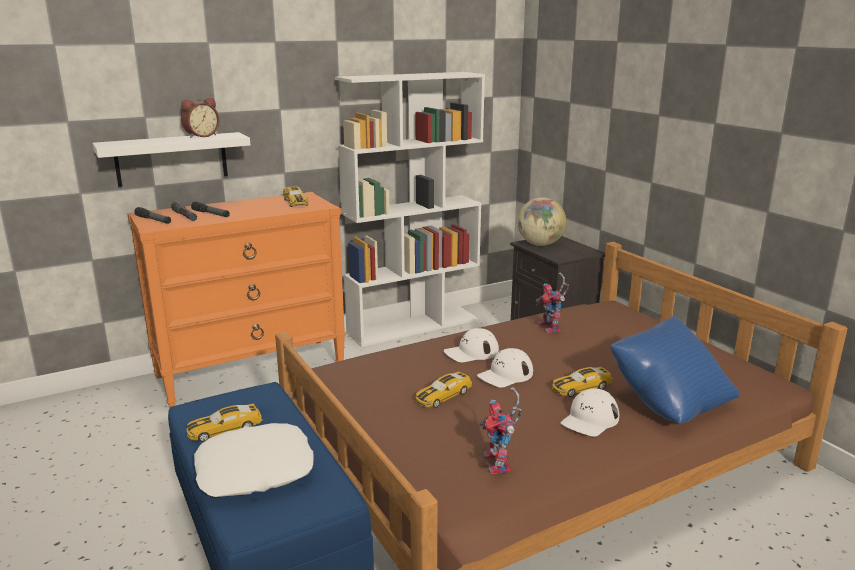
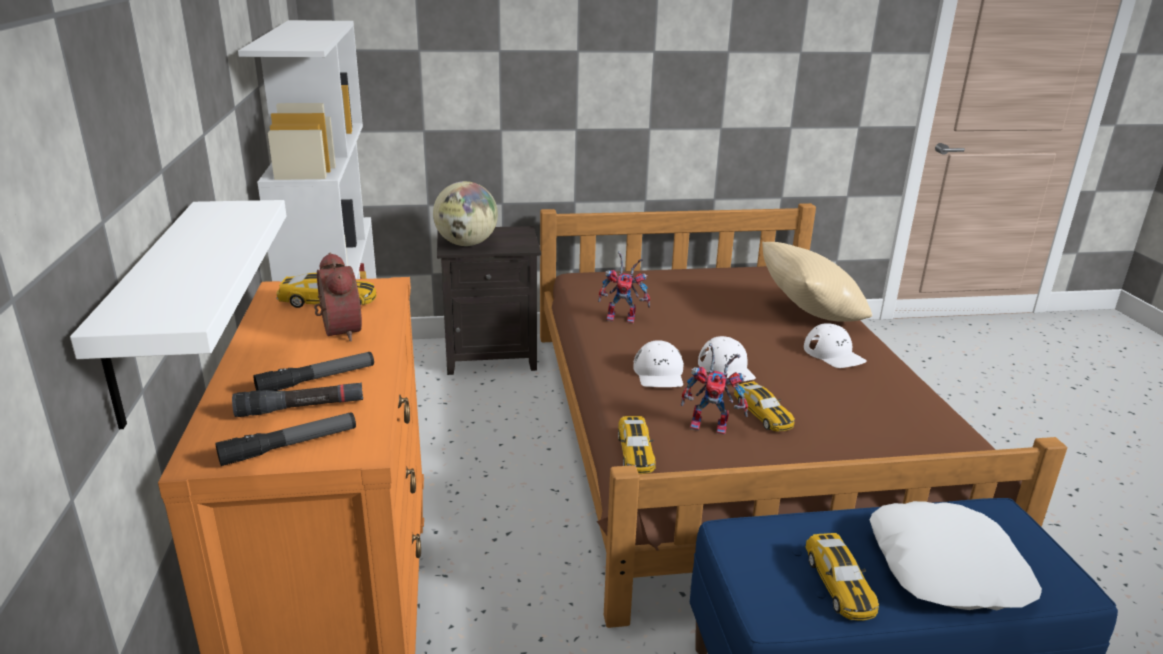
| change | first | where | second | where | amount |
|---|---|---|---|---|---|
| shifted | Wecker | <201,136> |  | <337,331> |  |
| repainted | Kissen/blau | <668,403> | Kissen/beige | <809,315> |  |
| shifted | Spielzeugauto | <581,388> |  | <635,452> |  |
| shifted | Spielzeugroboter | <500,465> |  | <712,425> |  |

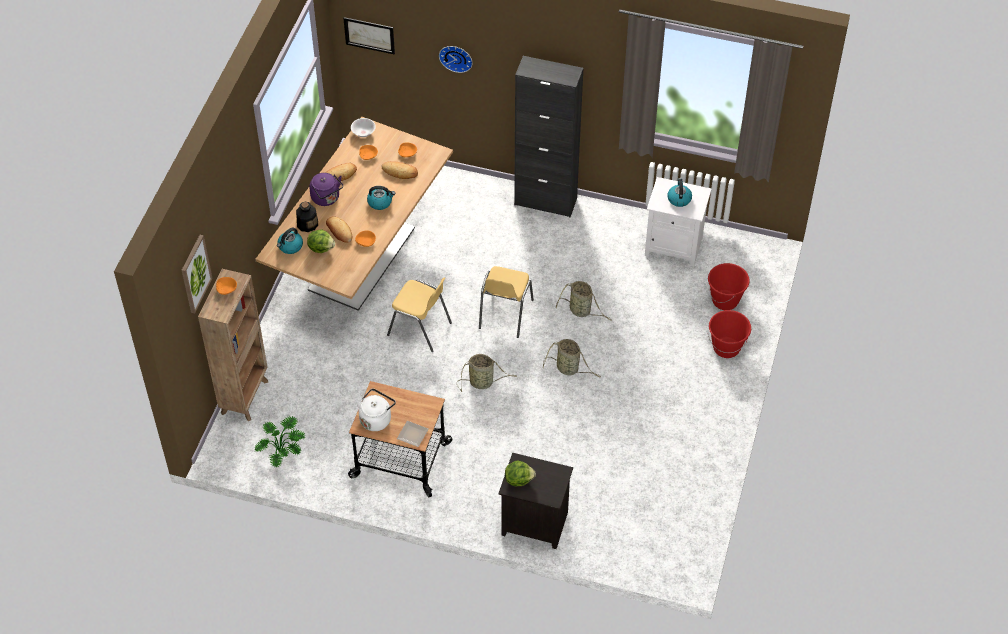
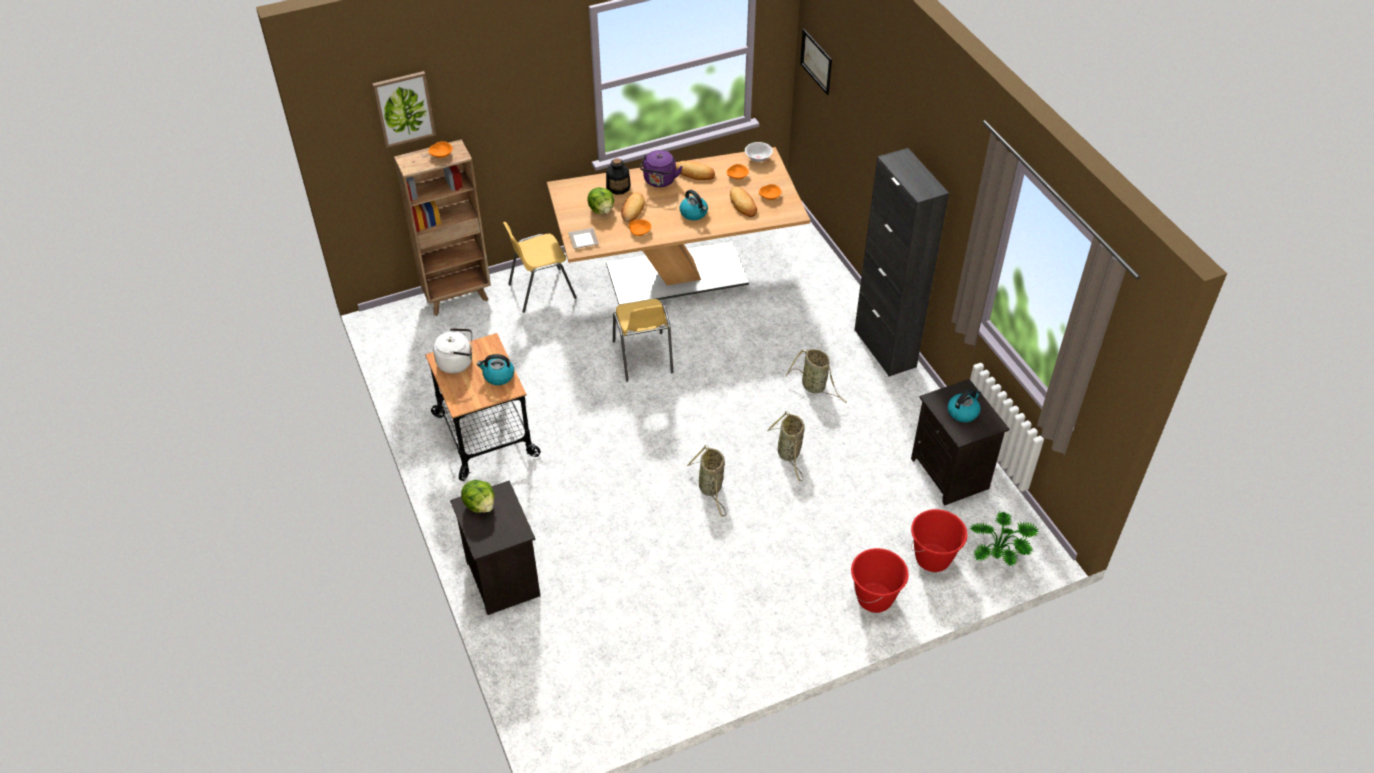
| change | first | where | second | where | amount |
|---|---|---|---|---|---|
| gone | Wanduhr | <456,57> |  |  |  |
| repainted | Nachttisch/weiß | <674,245> | Nachttisch/schwarz | <951,474> |  |
| shifted | Wasserkessel | <290,246> |  | <498,376> |  |
| shifted | Stuhl/gelb | <505,314> |  | <541,290> |  |
| shifted | Korb | <483,382> |  | <815,387> |  |
| shifted | Topfpflanze | <283,452> |  | <999,555> |  |
| shifted | Teller | <413,434> |  | <584,240> |  |

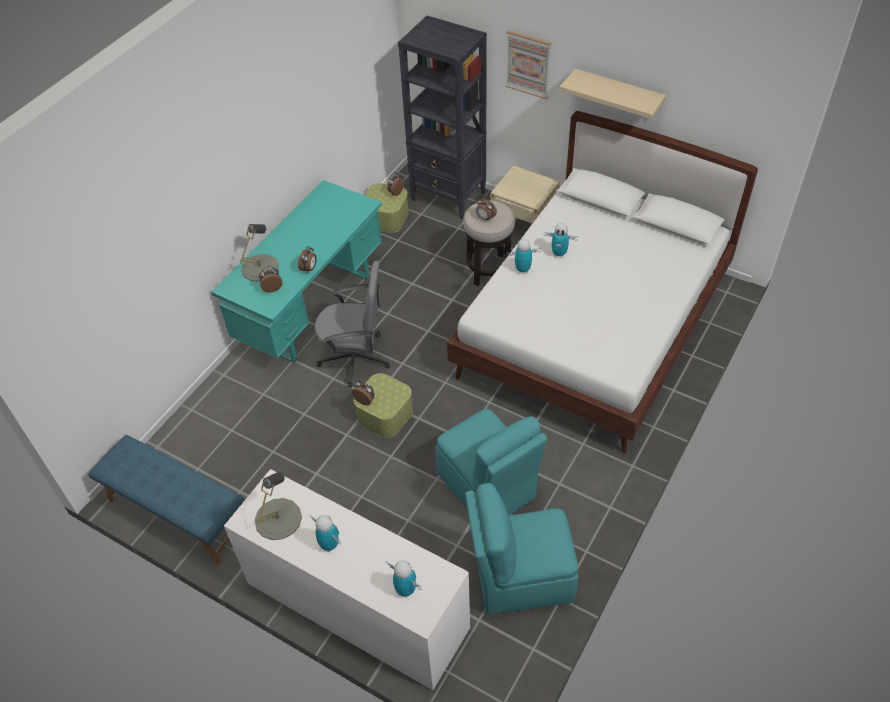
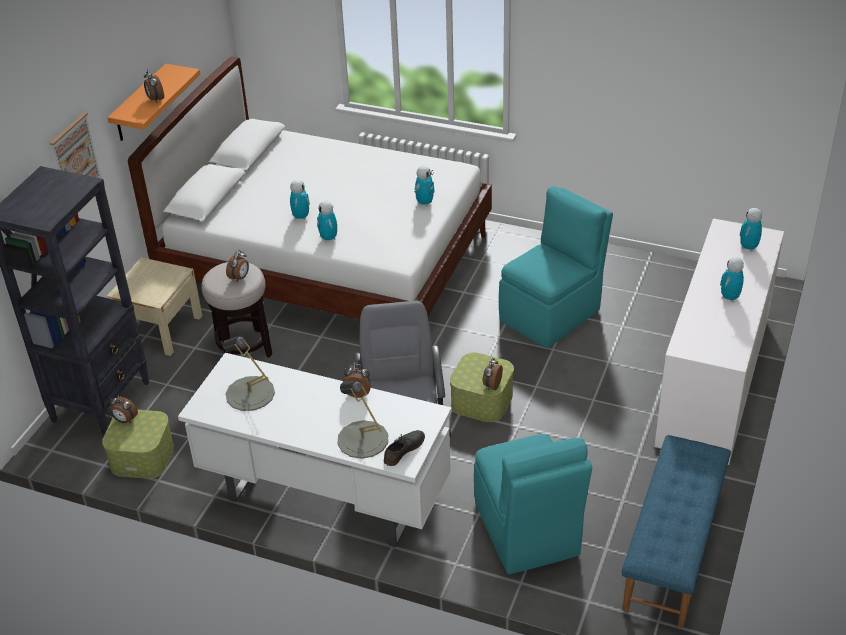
| change | first | where | second | where | amount |
|---|---|---|---|---|---|
| repainted | Wandregal/beige | <618,94> | Wandregal/orange | <140,104> |  |
| repainted | Schreibtisch/türkis | <312,308> | Schreibtisch/weiß | <324,499> |  |
| shifted | Wecker | <272,288> |  | <155,99> |  |
| shifted | Tischlampe/grau | <278,519> |  | <250,393> |  |
| shifted | Stuhl/türkis | <520,578> |  | <527,531> |  |
| new |  |  | Spielzeugroboter | <424,203> |  |
| new |  |  | Schuh/grau | <404,449> |  |

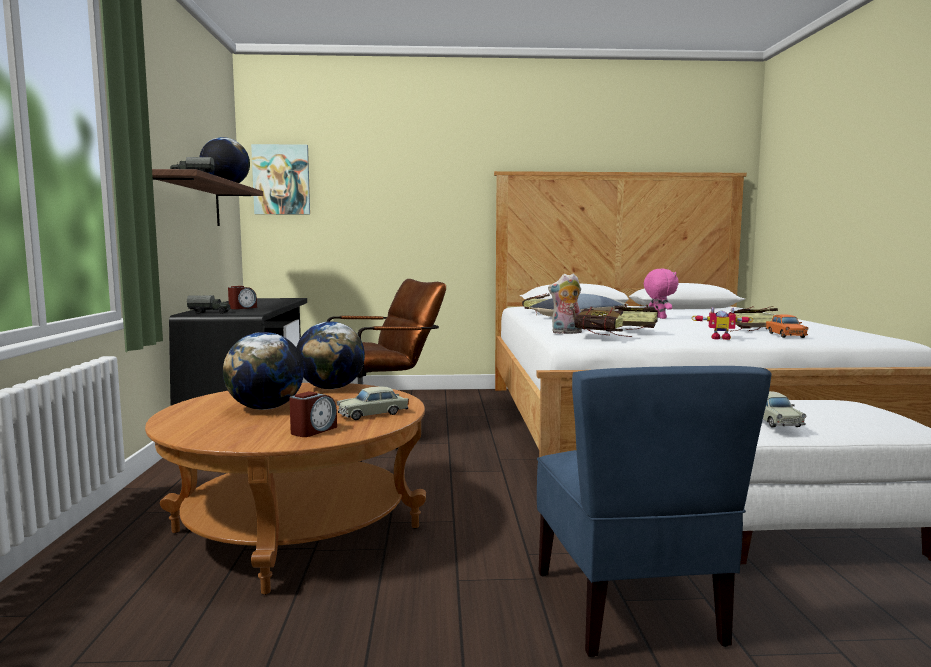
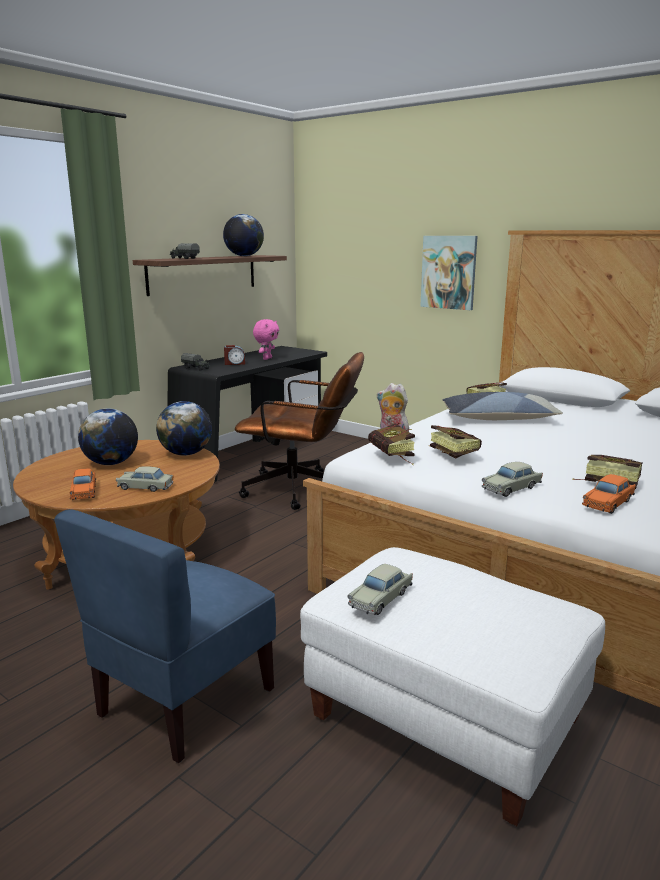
| change | first | where | second | where | amount |
|---|---|---|---|---|---|
| shifted | Bild | <281,180> |  | <449,272> |  |
| shifted | Plüschtier/rosa | <659,318> |  | <266,358> |  |
| swapped | Spielzeugroboter | <720,338> | Spielzeugauto/beige | <511,488> |  |
| swapped | Wecker | <313,431> | Spielzeugauto/orange | <84,492> |  |

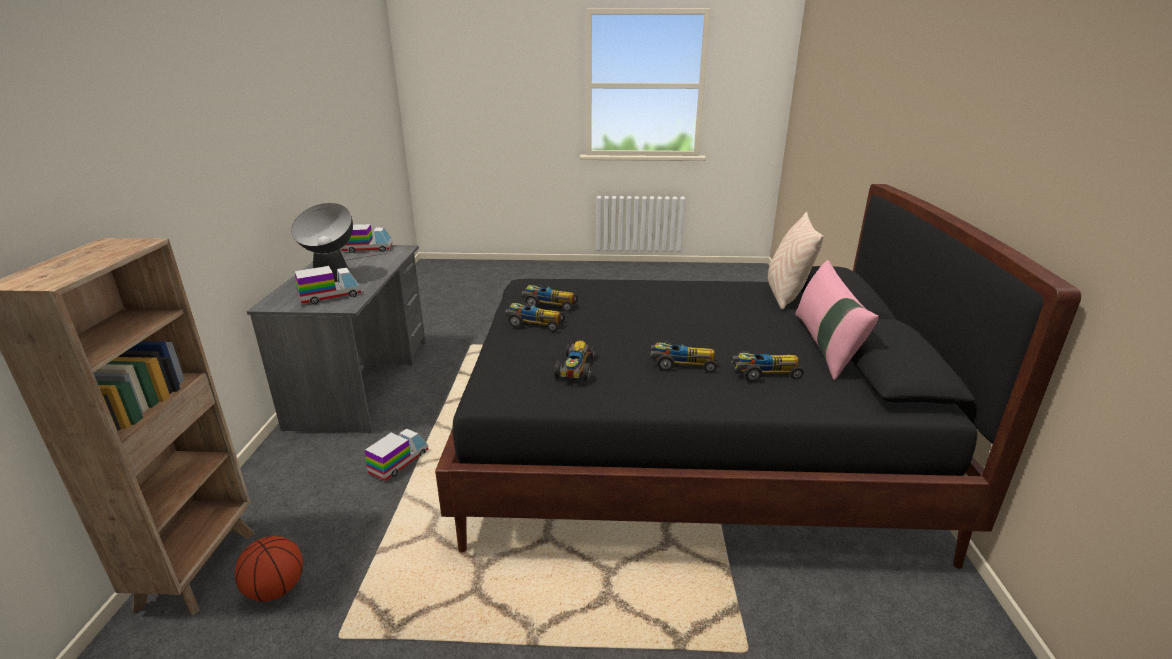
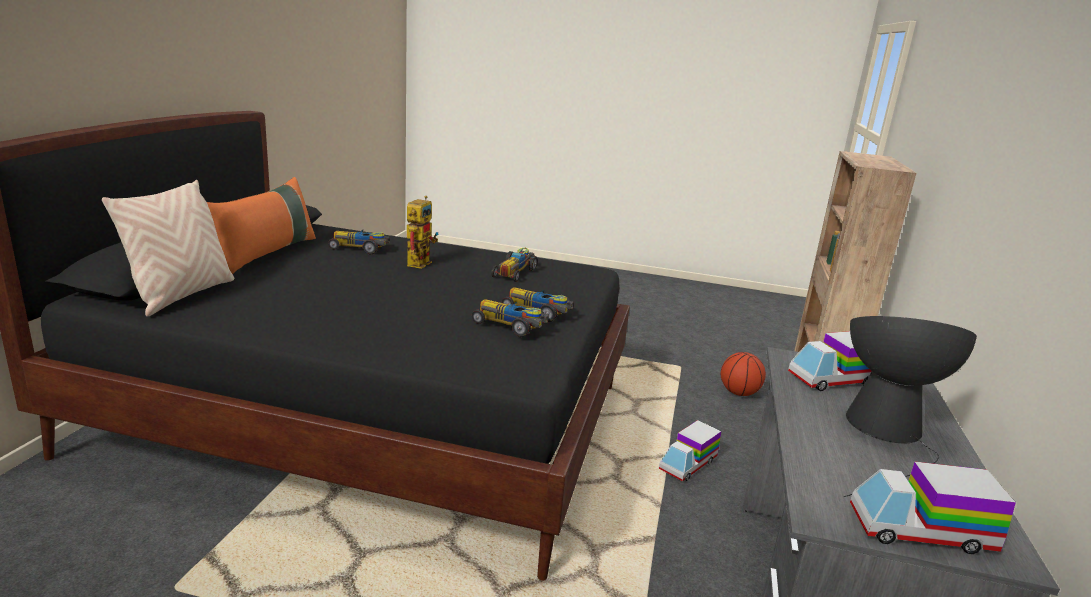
| change | first | where | second | where | amount |
|---|---|---|---|---|---|
| repainted | Kissen/rosa | <825,346> | Kissen/orange | <267,253> |  |
| swapped | Spielzeugauto | <681,364> | Spielzeugroboter | <419,262> |  |

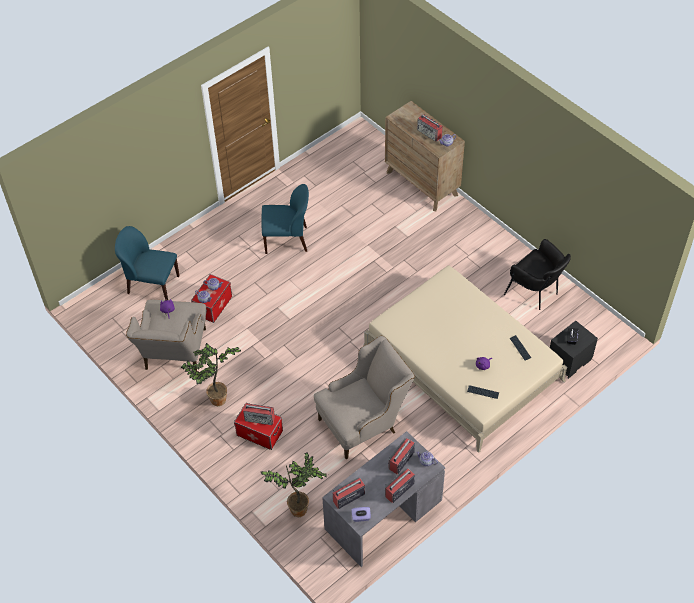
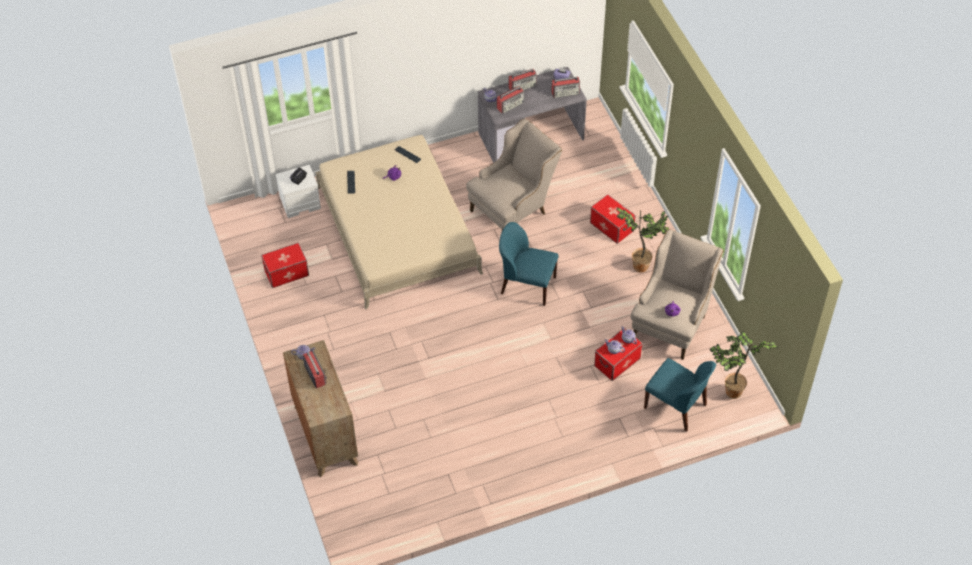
| change | first | where | second | where | amount |
|---|---|---|---|---|---|
| shifted | Stuhl/blau | <287,240> |  | <527,285> |  |
| swapped | Sessel/schwarz | <535,292> | Aufbewahrungsbox | <286,273> |  |
| repainted | Nachttisch/schwarz | <569,361> | Nachttisch/weiß | <300,203> |  |
| rotated | Sessel/beige | <364,422> |  | <513,208> | 150 degrees clockwise |
| gone | Radio | <260,418> |  |  |  |
| shifted | Topfpflanze | <301,508> |  | <731,392> |  |

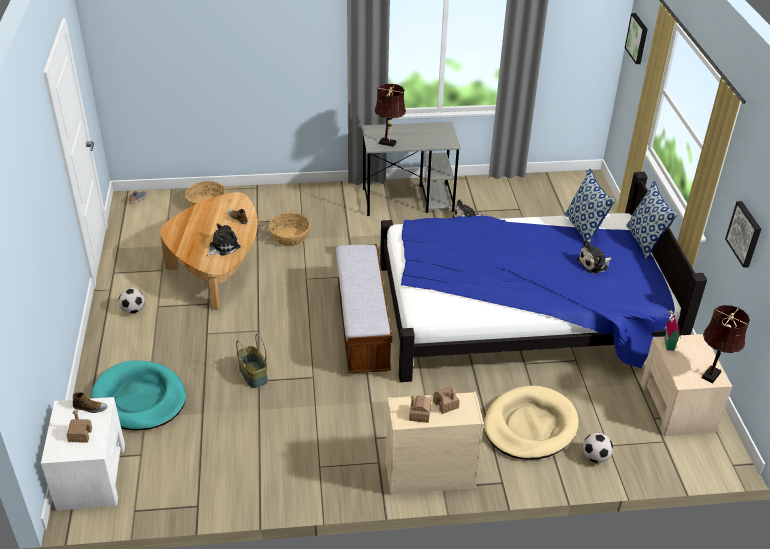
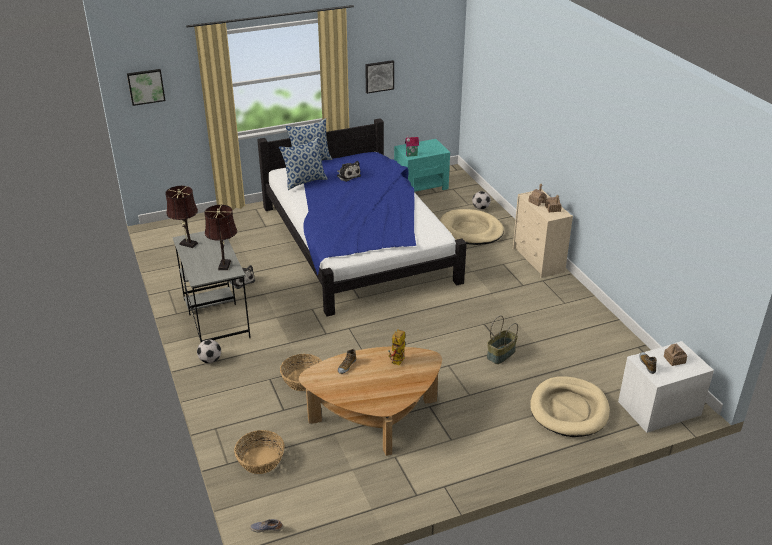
| change | first | where | second | where | amount |
|---|---|---|---|---|---|
| swapped | Plüschtier | <223,247> | Spielzeugroboter | <398,363> |  |
| gone | Bank | <362,327> |  |  |  |
| shifted | Fußball | <133,310> |  | <210,360> |  |
| shifted | Tischlampe/braun | <712,373> |  | <187,243> |  |
| repainted | Nachttisch/beige | <677,407> | Nachttisch/türkis | <421,185> |  |
| repainted | Hundebett/türkis | <139,399> | Hundebett/beige | <569,409> |  |

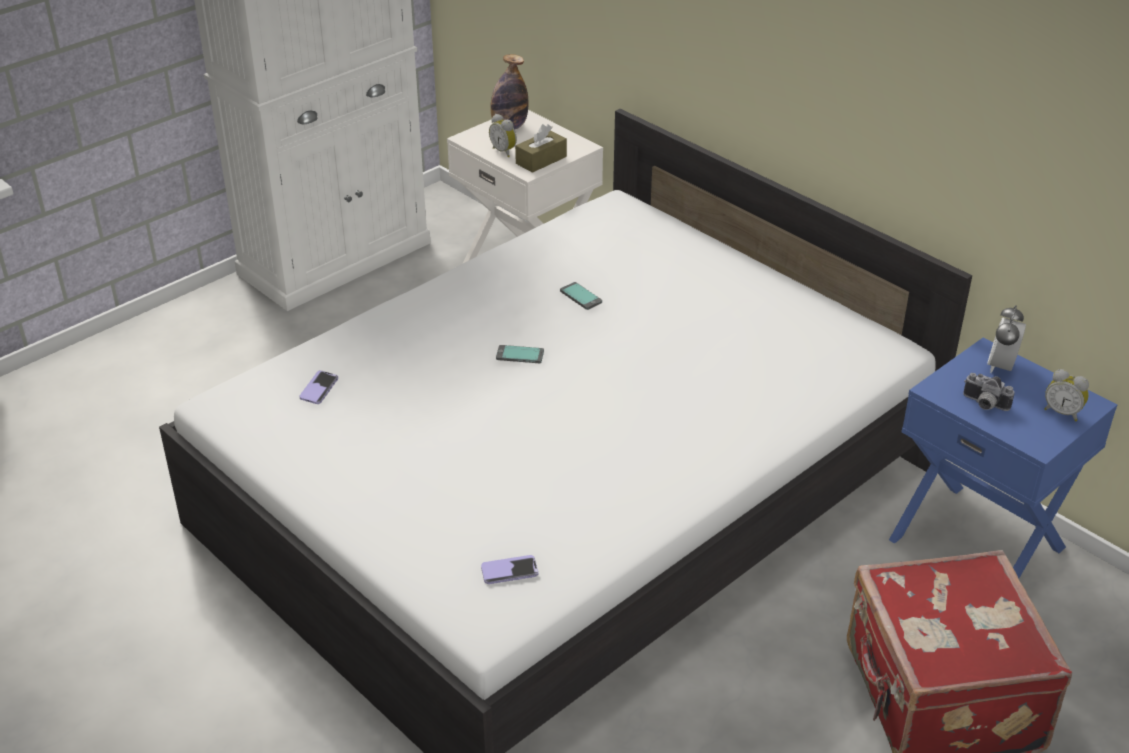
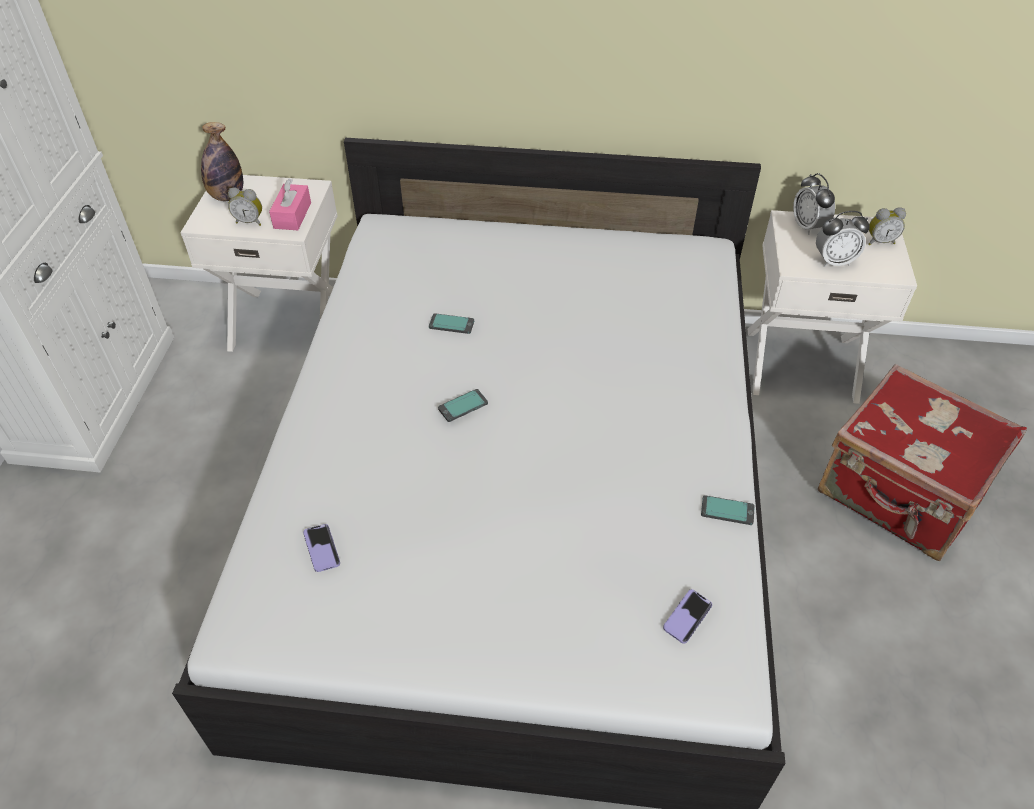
| change | first | where | second | where | amount |
|---|---|---|---|---|---|
| repainted | Taschentuchbox/braun | <541,160> | Taschentuchbox/rosa | <292,215> |  |
| repainted | Nachttisch/blau | <978,542> | Nachttisch/weiß | <801,363> |  |
| swapped | Kamera | <984,404> | Wecker | <834,261> |  |
| new |  |  | Handy | <727,510> |  |

